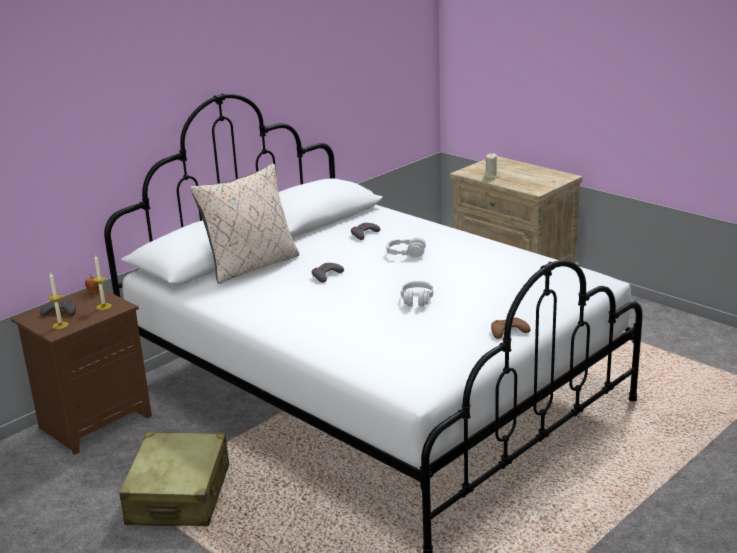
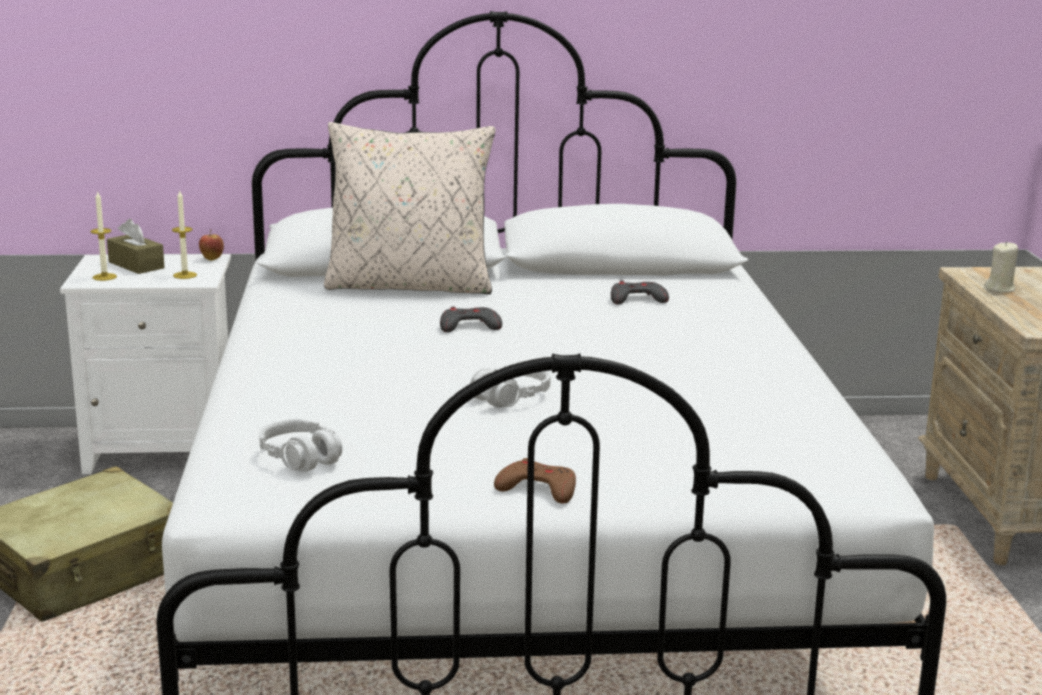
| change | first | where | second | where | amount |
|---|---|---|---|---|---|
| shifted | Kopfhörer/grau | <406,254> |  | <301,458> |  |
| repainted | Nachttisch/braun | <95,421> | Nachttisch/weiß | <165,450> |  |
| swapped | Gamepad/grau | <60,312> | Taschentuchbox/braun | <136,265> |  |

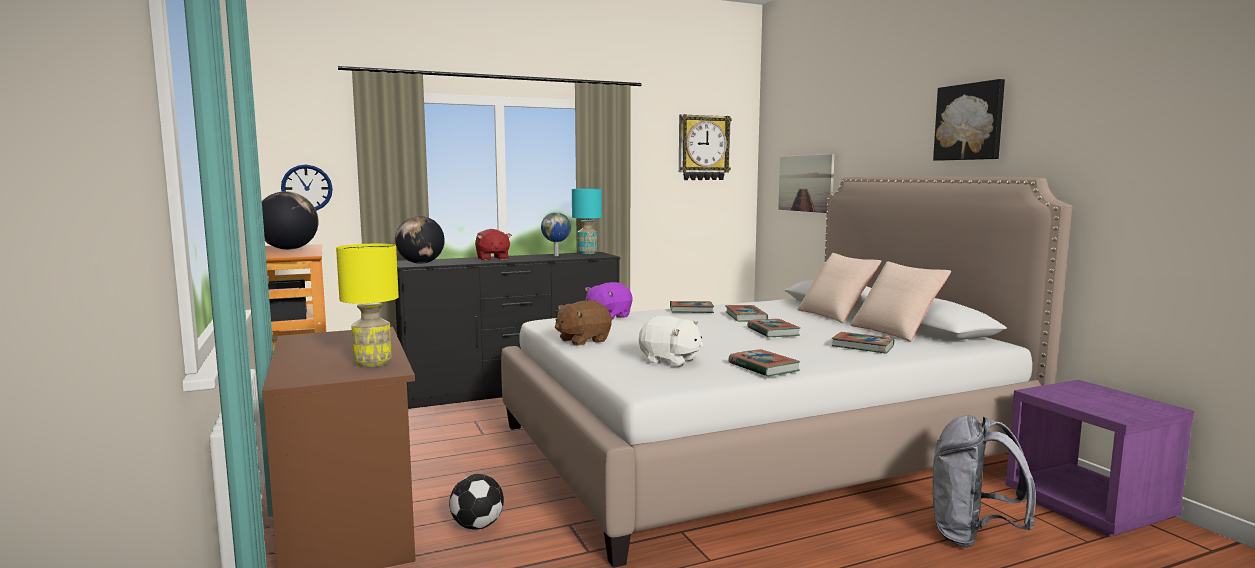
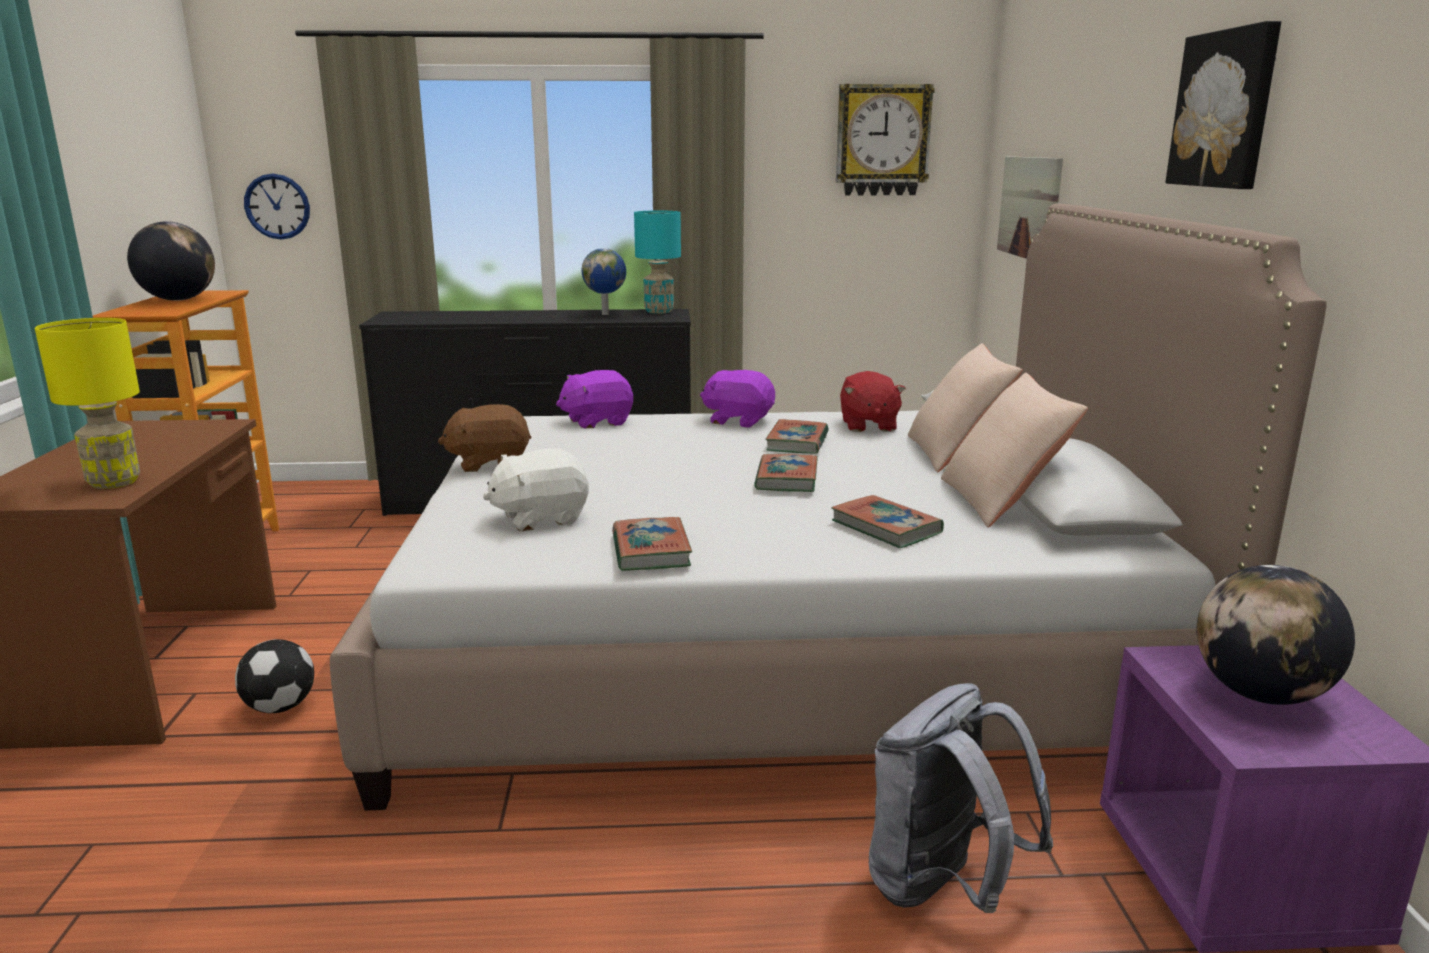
| change | first | where | second | where | amount |
|---|---|---|---|---|---|
| shifted | Globus | <421,263> |  | <1260,694> |  |
| shifted | Plüschtier/rot | <492,259> |  | <868,425> |  |
| swapped | Buch | <691,310> | Plüschtier/lila | <738,420> |  |
| rotated | Plüschtier/weiß | <670,361> |  | <540,518> | 105 degrees clockwise |

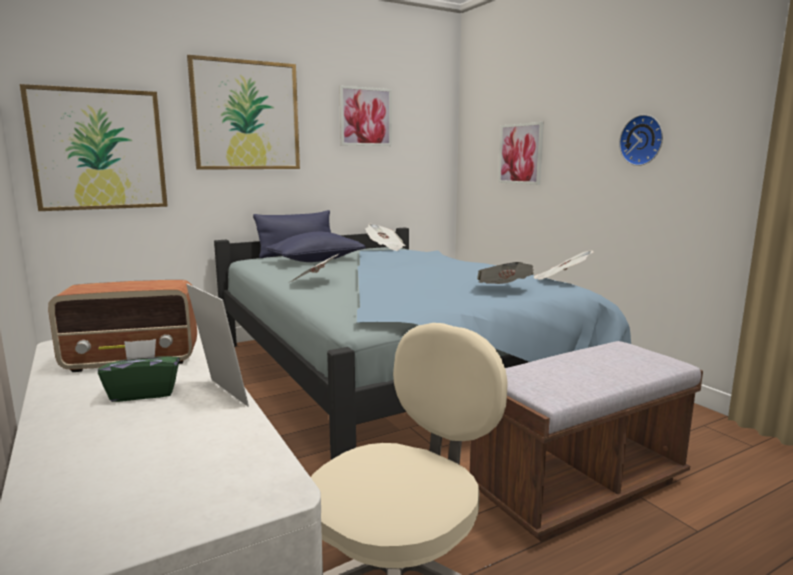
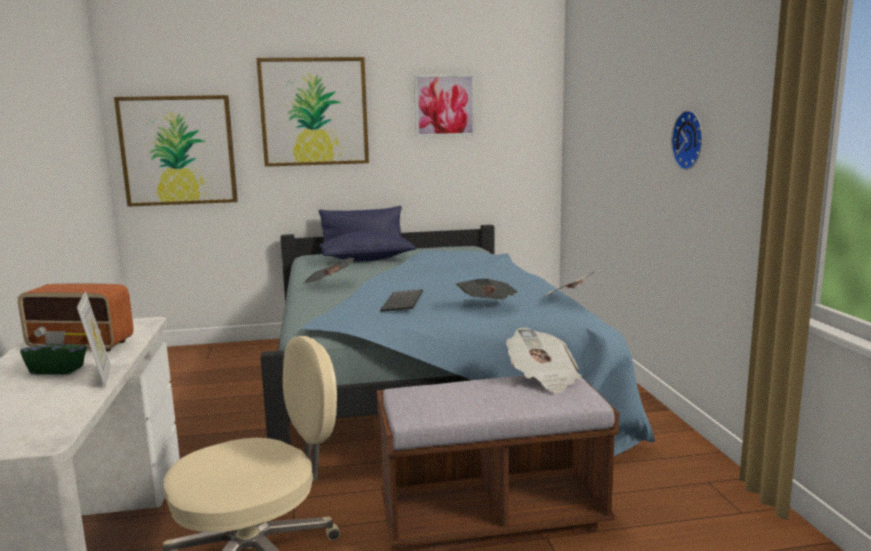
| change | first | where | second | where | amount |
|---|---|---|---|---|---|
| gone | Bild | <520,154> |  |  |  |
| shifted | Zeitung | <385,248> |  | <543,378> |  |
| new |  |  | Tastatur | <403,302> |  |

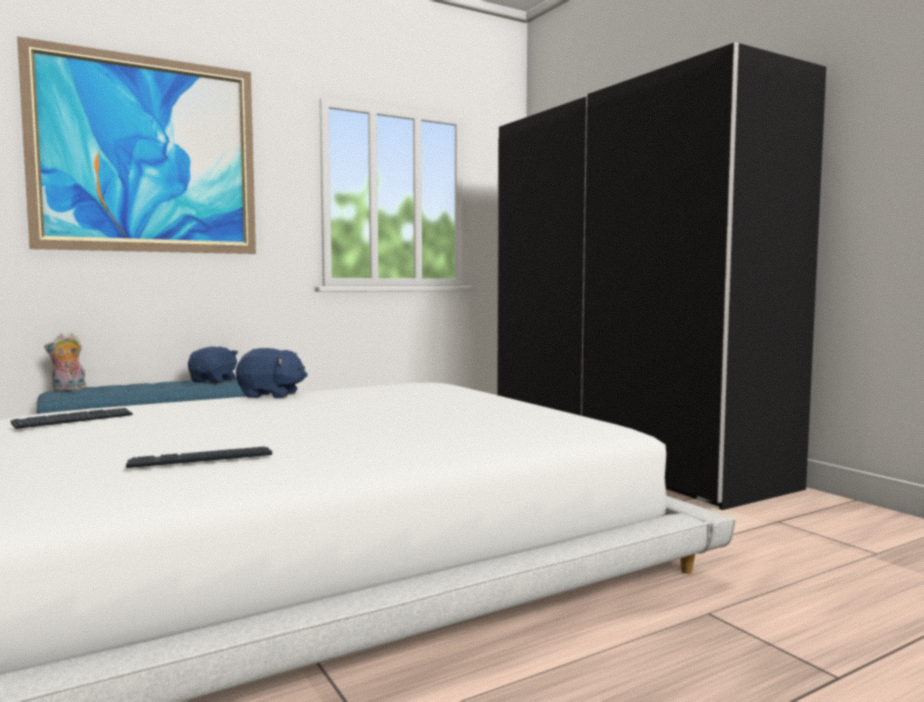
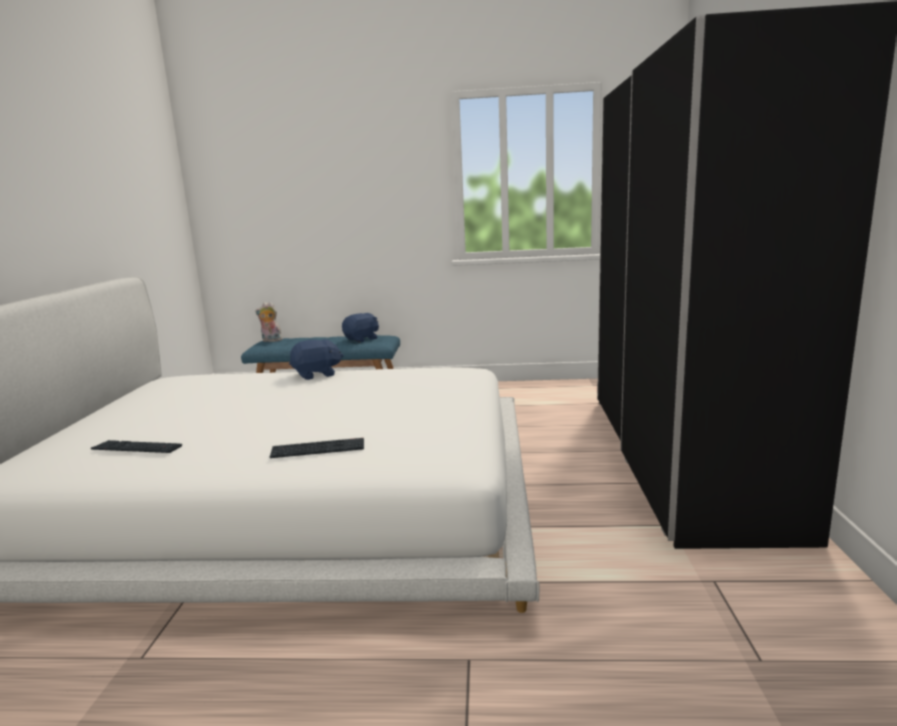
| change | first | where | second | where | amount |
|---|---|---|---|---|---|
| gone | Bild | <147,155> |  |  |  |
| rotated | Plüschtier/blau | <271,395> |  | <317,374> | 60 degrees counterclockwise |
| shifted | Tastatur | <74,420> |  | <318,450> |  |

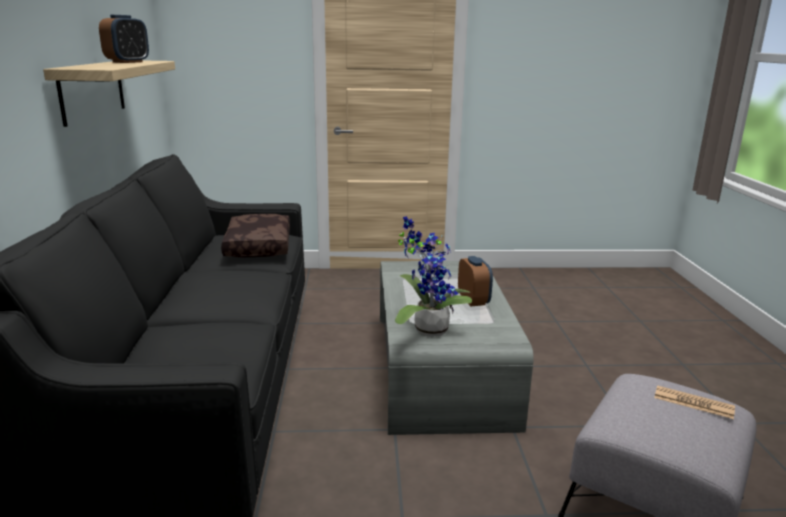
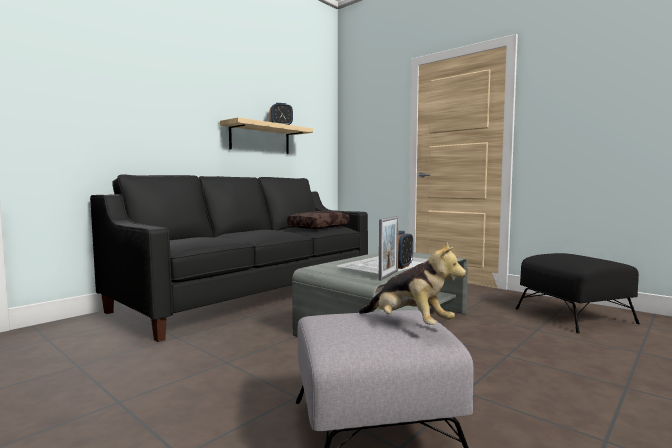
| change | first | where | second | where | amount |
|---|---|---|---|---|---|
| gone | Topfpflanze | <427,329> |  |  |  |
| swapped | Zeitung | <693,403> | Plüschtier | <409,324> |  |
| new |  |  | Bilderrahmen | <388,275> |  |
| new |  |  | Polsterhocker/schwarz | <574,316> |  |

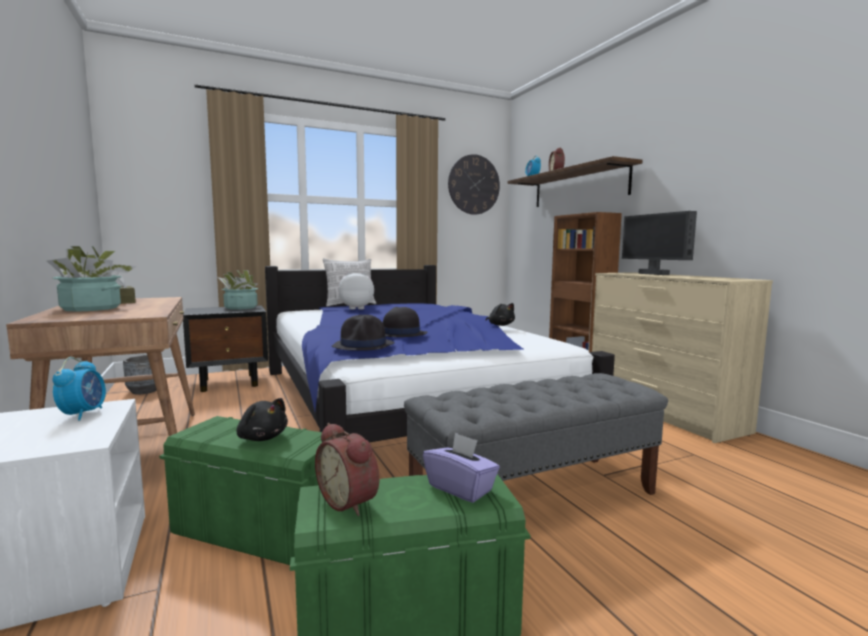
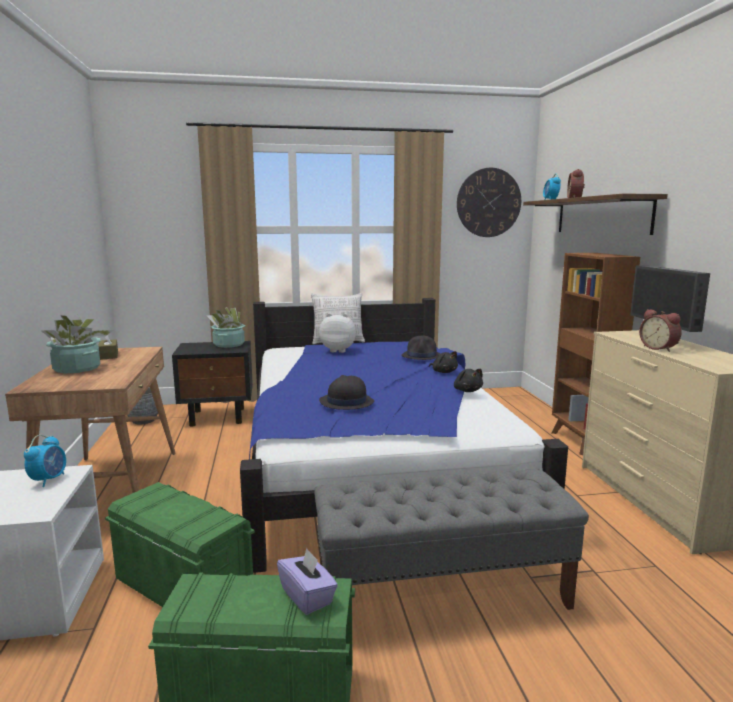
| change | first | where | second | where | amount |
|---|---|---|---|---|---|
| shifted | Hut/schwarz | <363,346> |  | <422,356> |  |
| shifted | Plüschtier/schwarz | <262,437> |  | <444,372> |  |
| shifted | Wecker | <350,501> |  | <659,348> |  |

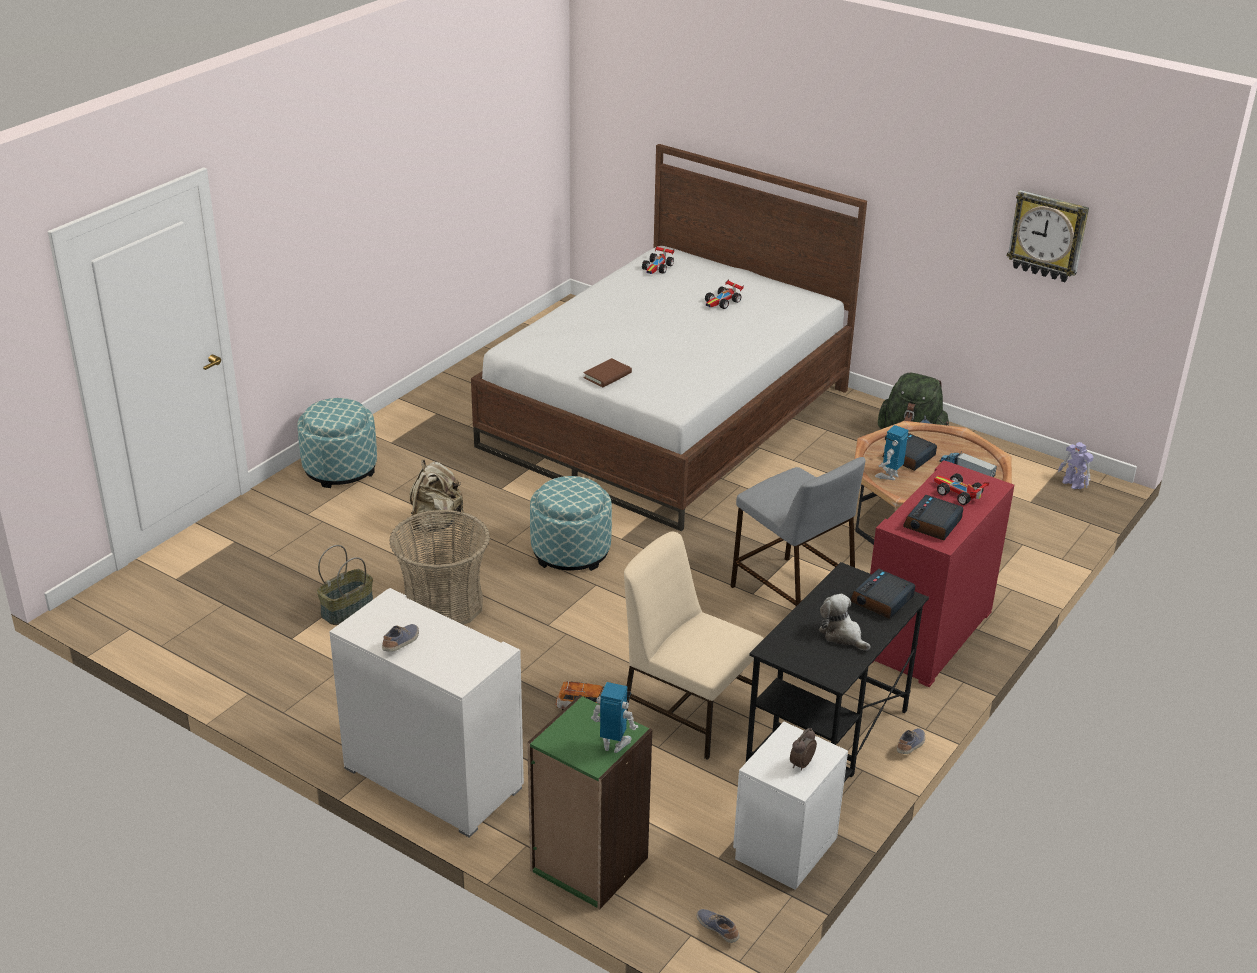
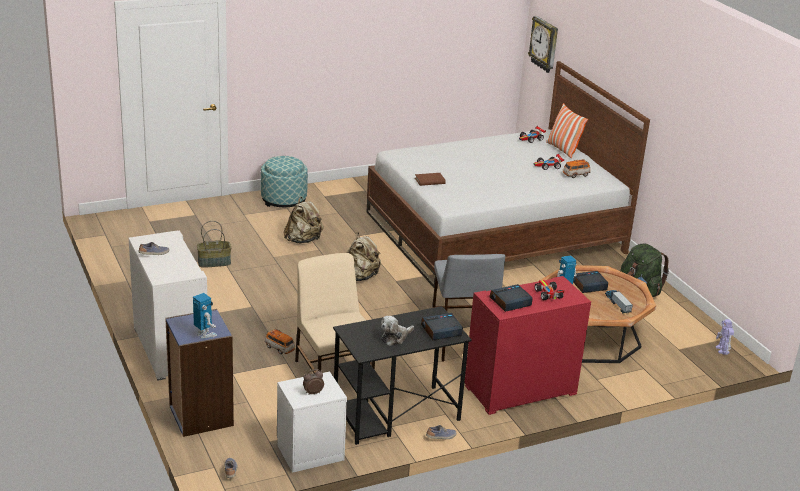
| change | first | where | second | where | amount |
|---|---|---|---|---|---|
| shifted | Wanduhr | <1048,236> |  | <544,44> |  |
| swapped | Polsterhocker | <570,551> | Rucksack/beige | <360,277> |  |
| gone | Korb | <443,604> |  |  |  |
| rotated | Plüschtier | <842,635> |  | <395,338> | 120 degrees counterclockwise |
| repainted | Bücherregal/grün | <588,865> | Bücherregal/blau | <200,416> |  |
| new |  |  | Kissen | <563,149> |  |
| new |  |  | Spielzeugauto | <575,175> |  |

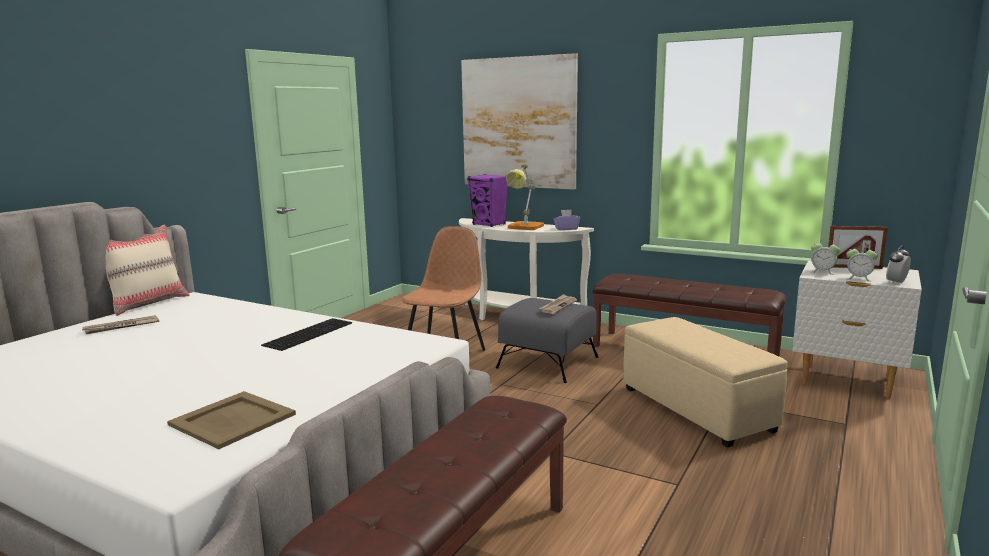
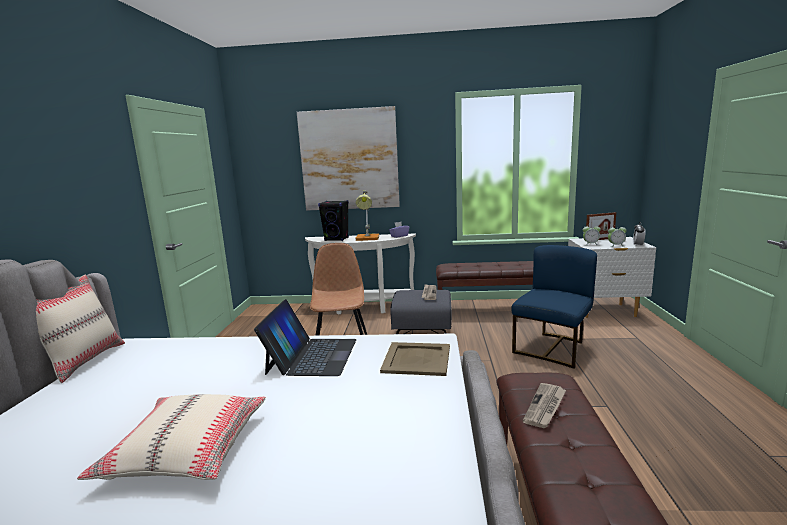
| change | first | where | second | where | amount |
|---|---|---|---|---|---|
| repainted | Lautsprecher/lila | <489,224> | Lautsprecher/schwarz | <336,239> |  |
| shifted | Zeitung | <121,327> |  | <545,407> |  |
| swapped | Polsterhocker/beige | <697,409> | Stuhl/blau | <553,348> |  |
| swapped | Tastatur | <308,333> | Laptop | <312,356> |  |
| shifted | Tablett/beige | <234,419> |  | <417,359> |  |
| new |  |  | Kissen/beige | <187,450> |  |

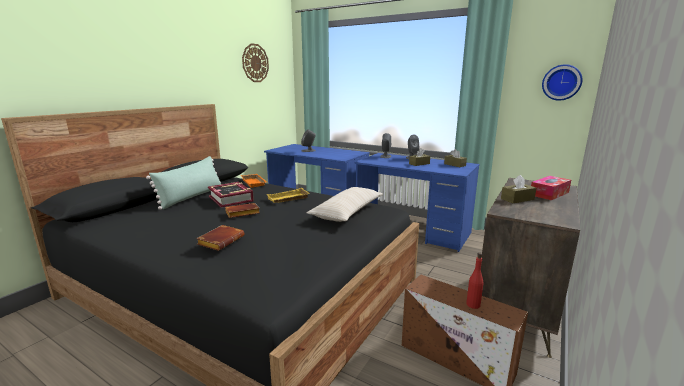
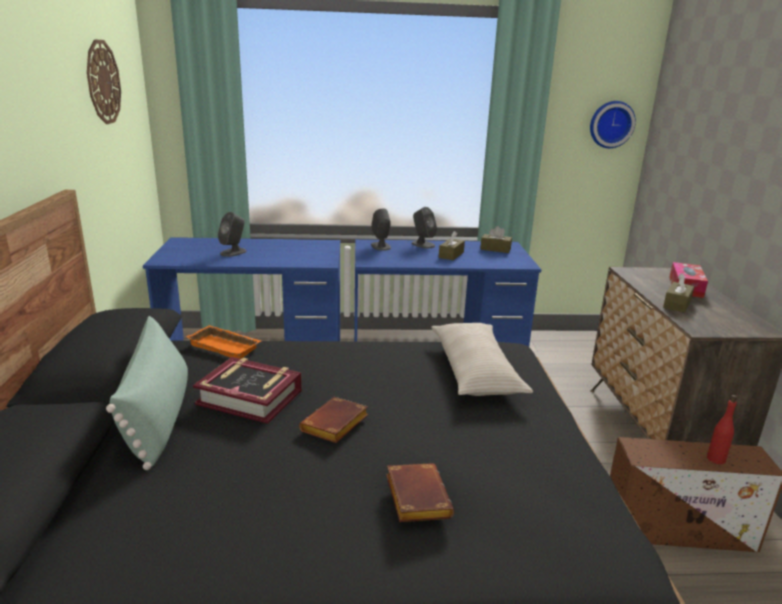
| change | first | where | second | where | amount |
|---|---|---|---|---|---|
| gone | Tablett/gelb | <288,199> |  |  |  |

